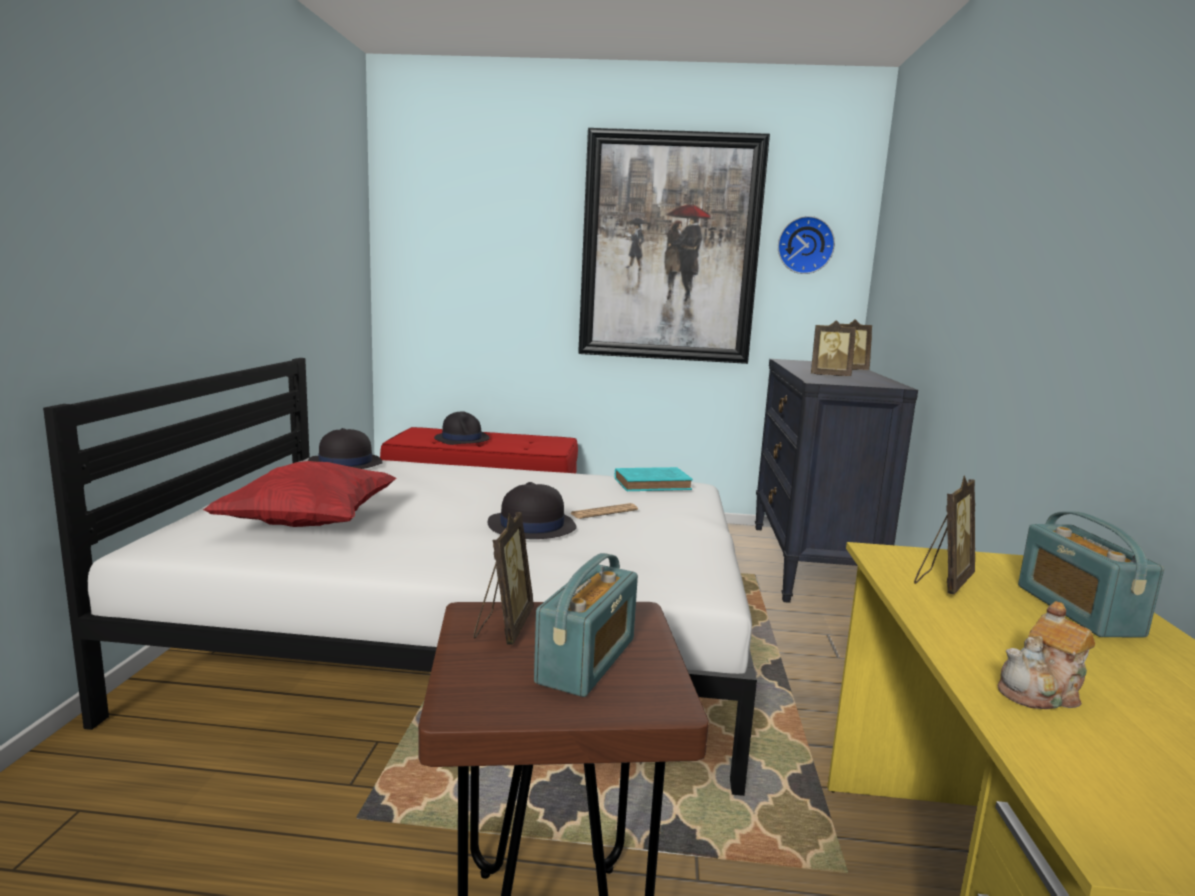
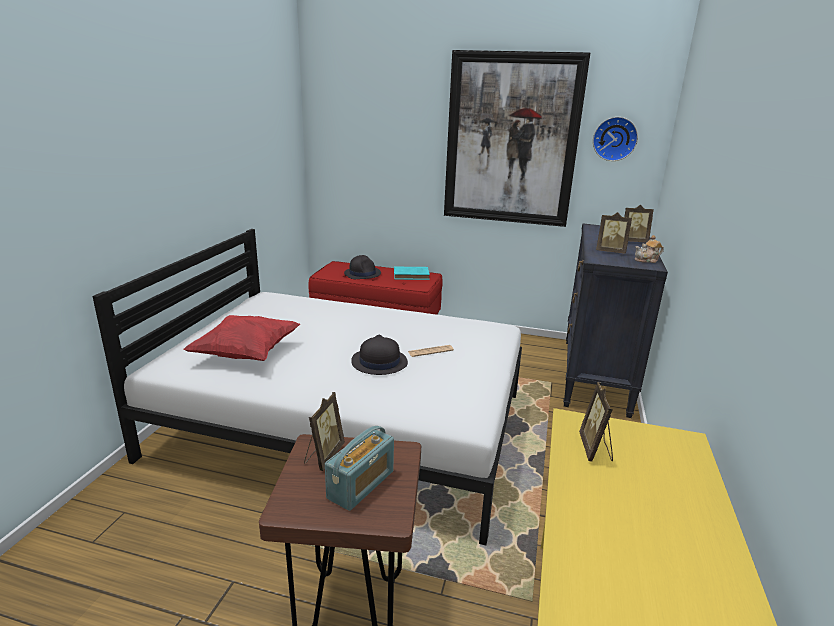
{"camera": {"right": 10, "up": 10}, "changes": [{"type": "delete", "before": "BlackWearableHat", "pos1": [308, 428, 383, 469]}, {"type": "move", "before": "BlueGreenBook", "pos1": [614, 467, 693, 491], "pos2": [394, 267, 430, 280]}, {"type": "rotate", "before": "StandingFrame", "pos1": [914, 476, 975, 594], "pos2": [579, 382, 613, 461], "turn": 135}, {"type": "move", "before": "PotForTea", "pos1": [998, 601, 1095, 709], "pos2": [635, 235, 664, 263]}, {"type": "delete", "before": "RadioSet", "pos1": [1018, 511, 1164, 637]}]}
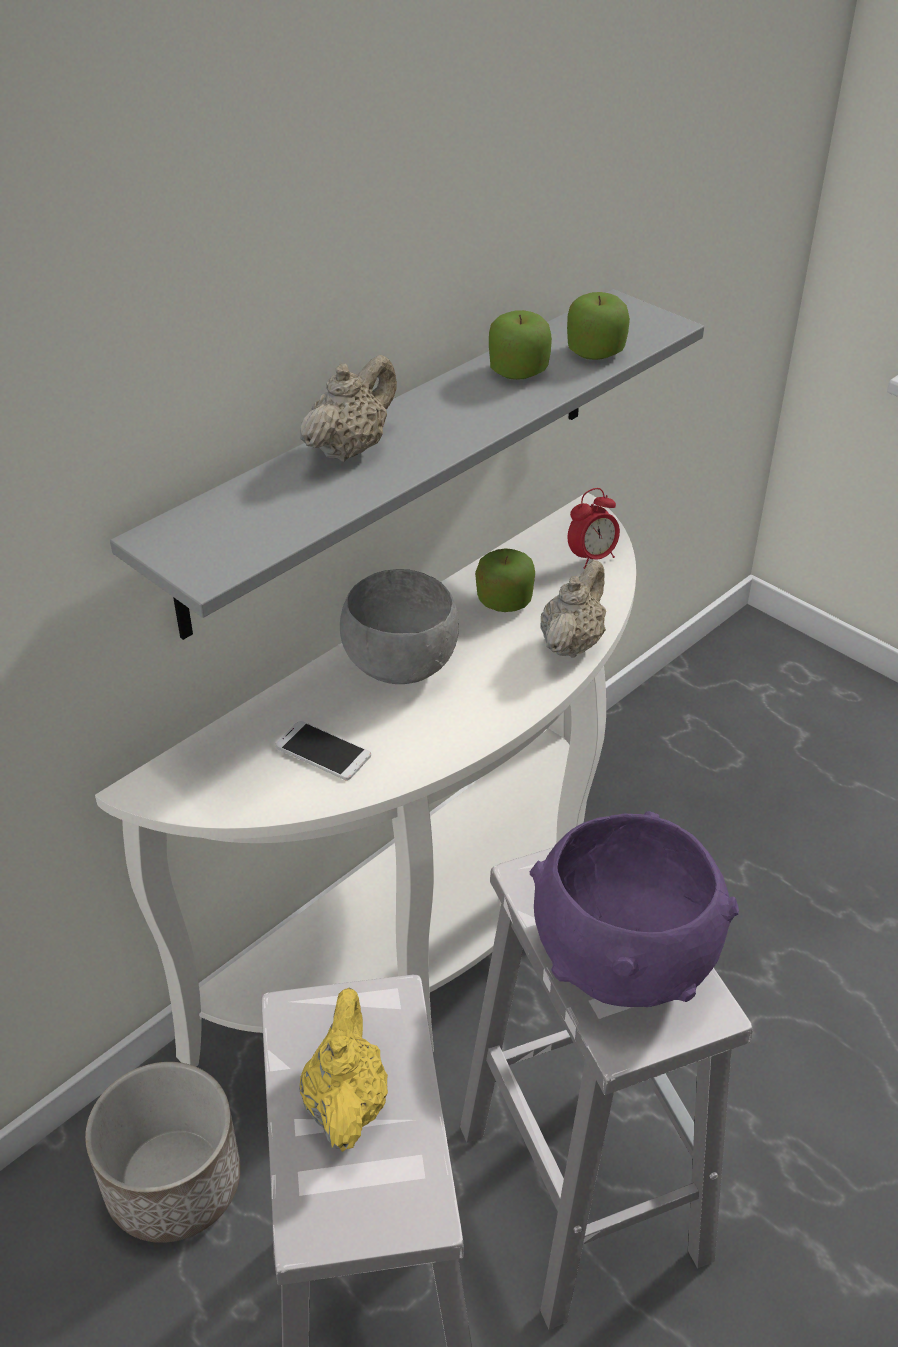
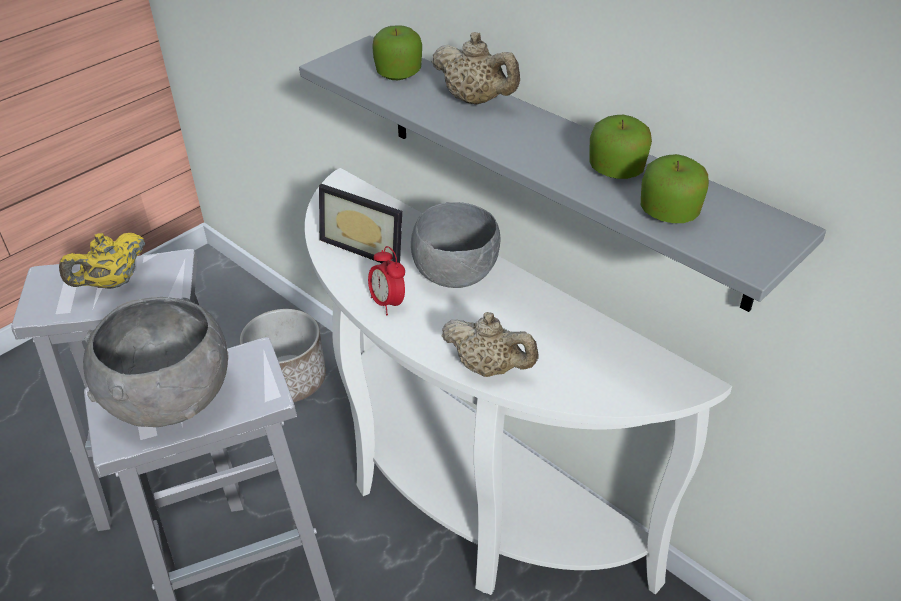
{"camera": {"right": 90, "up": 0}, "changes": [{"type": "replace", "before": "Phone", "after": "StandingFrame", "pos1": [275, 721, 371, 780], "pos2": [319, 184, 402, 263]}, {"type": "rotate", "before": "YellowColouredPotForTea", "pos1": [299, 988, 388, 1152], "pos2": [59, 233, 145, 289], "turn": 135}, {"type": "move", "before": "AppleFruit", "pos1": [475, 548, 535, 612], "pos2": [372, 25, 422, 80]}, {"type": "recolor", "before": "PurpleServingBowl", "after": "GreyishServingBowl", "pos1": [530, 811, 739, 1007], "pos2": [83, 297, 229, 427]}, {"type": "move", "before": "AlarmClock", "pos1": [568, 488, 620, 569], "pos2": [368, 246, 405, 315]}]}
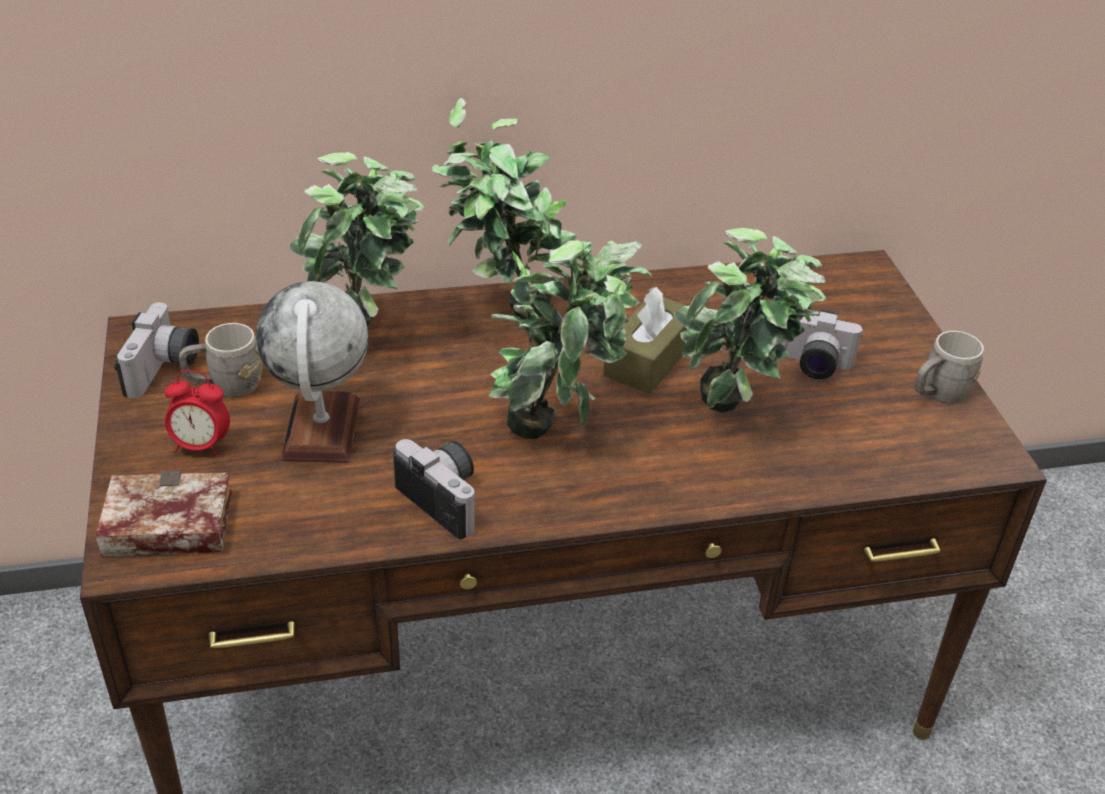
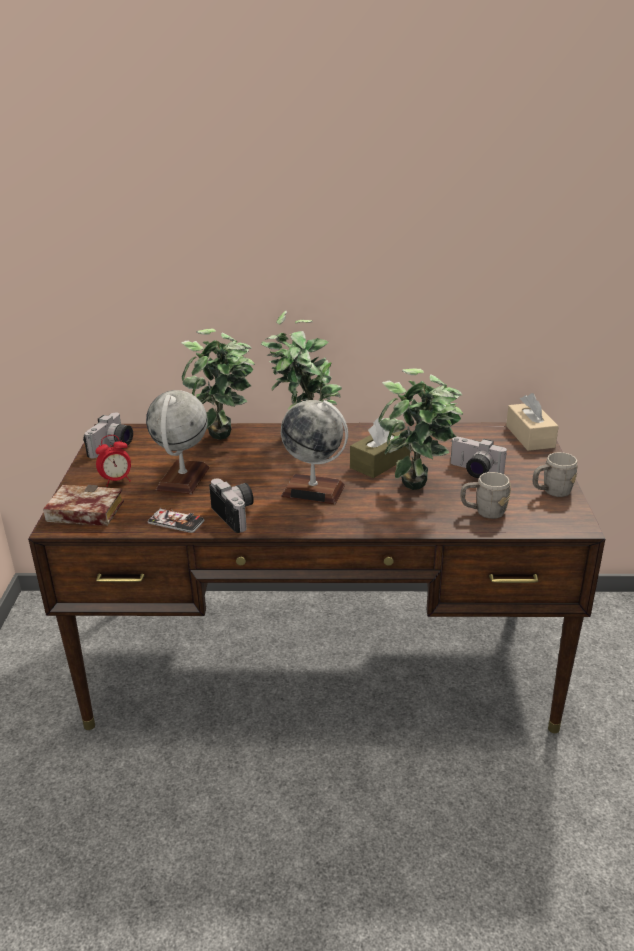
{"camera": {"right": 15, "up": -10}, "changes": [{"type": "rotate", "before": "AlarmClock", "pos1": [165, 370, 230, 457], "pos2": [95, 435, 131, 487], "turn": -45}, {"type": "move", "before": "GreyishMug", "pos1": [179, 323, 262, 398], "pos2": [460, 472, 511, 519]}, {"type": "replace", "before": "PottedPlant", "after": "Globe", "pos1": [489, 240, 652, 439], "pos2": [281, 400, 348, 505]}, {"type": "insert", "after": "Phone", "pos2": [148, 508, 205, 533]}, {"type": "insert", "after": "BeigeTissueHolder", "pos2": [506, 393, 559, 451]}]}
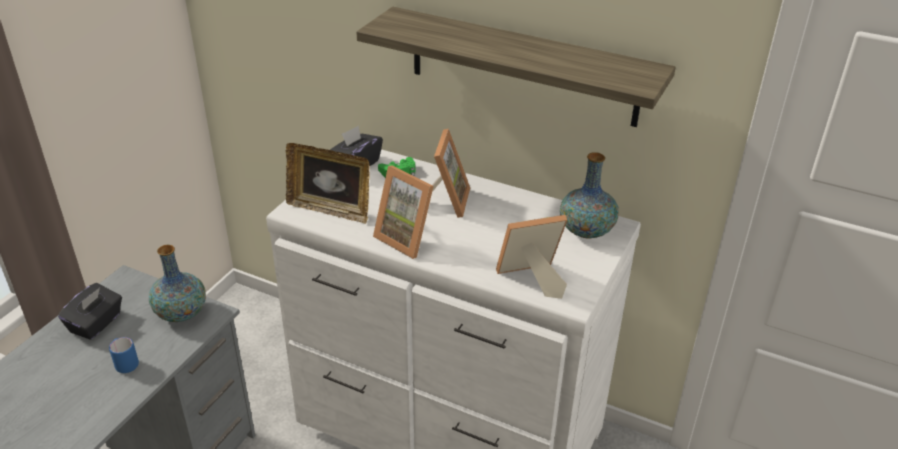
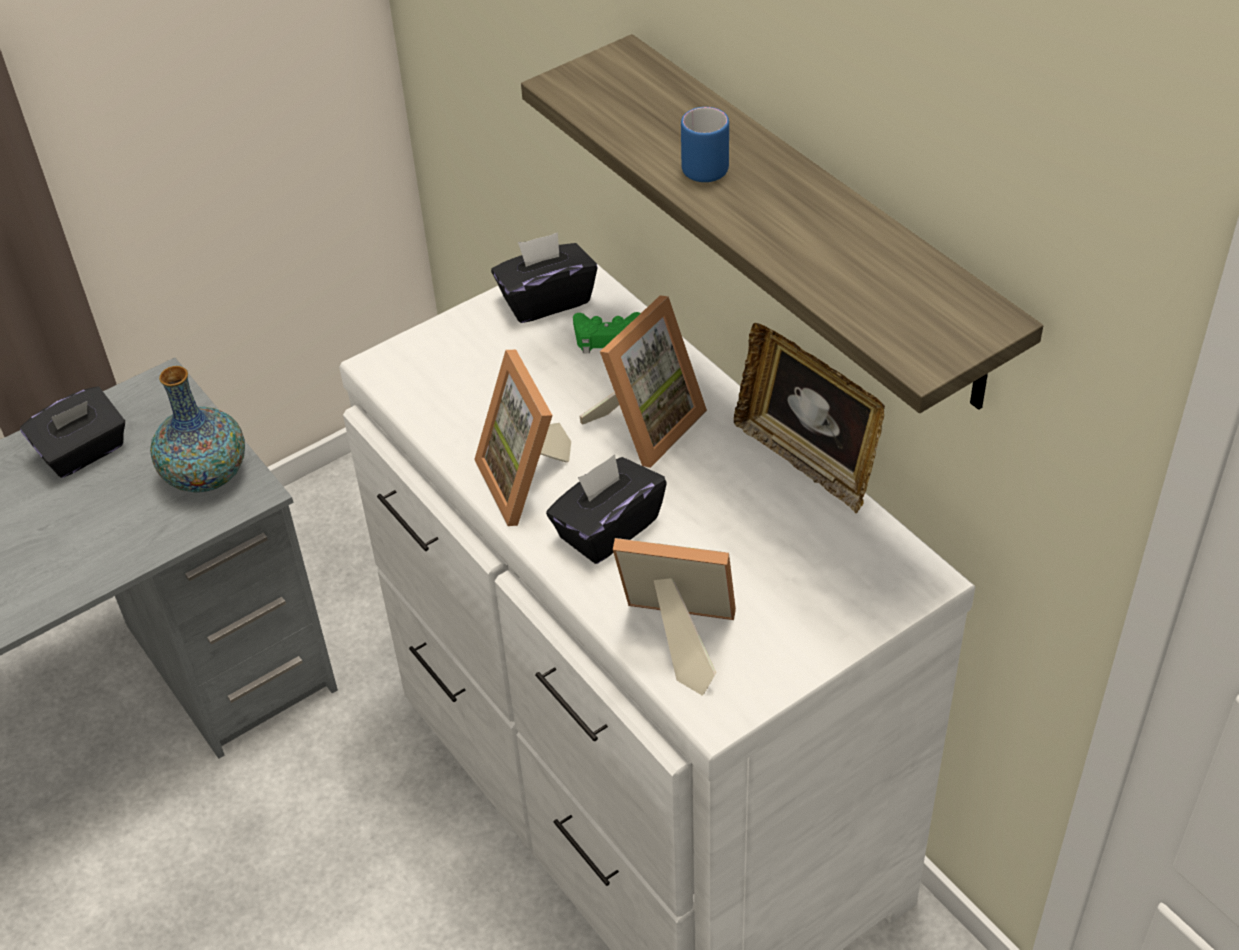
{"camera": {"right": 30, "up": 10}, "changes": [{"type": "move", "before": "BlueMug", "pos1": [109, 337, 139, 373], "pos2": [681, 107, 729, 182]}, {"type": "move", "before": "StandingFrame", "pos1": [286, 143, 370, 224], "pos2": [734, 323, 885, 513]}, {"type": "delete", "before": "Vase", "pos1": [560, 152, 619, 238]}, {"type": "insert", "after": "BlackTissueHolder", "pos2": [546, 454, 667, 564]}]}
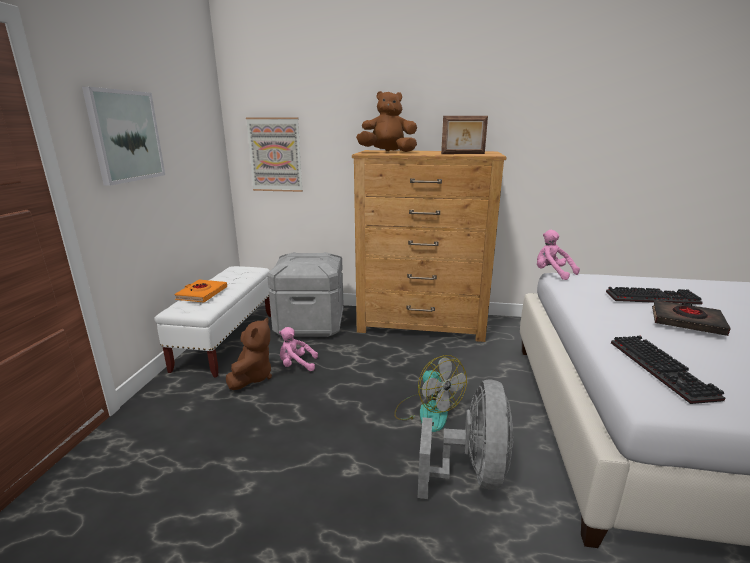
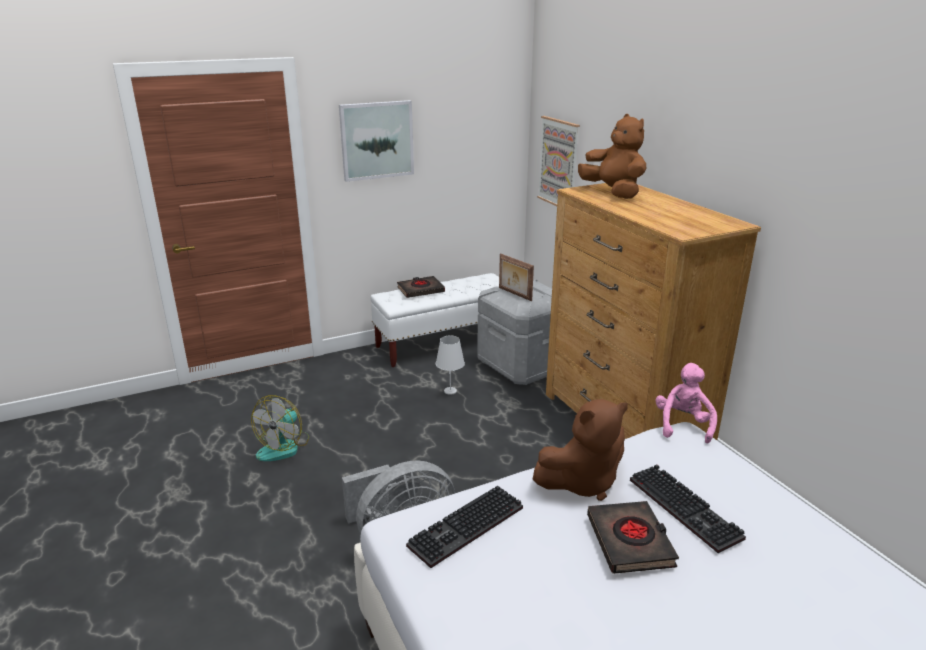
{"camera": {"right": 55, "up": 5}, "changes": [{"type": "recolor", "before": "OrangeColouredBook", "after": "BlackBook", "pos1": [174, 280, 227, 302], "pos2": [397, 276, 445, 298]}, {"type": "move", "before": "BrownCuddlyToy", "pos1": [226, 318, 272, 390], "pos2": [533, 399, 628, 501]}, {"type": "replace", "before": "PinkishCuddlyToy", "after": "WhitishLampForATable", "pos1": [279, 327, 318, 371], "pos2": [436, 335, 465, 395]}, {"type": "move", "before": "CoolingFan", "pos1": [394, 355, 467, 432], "pos2": [251, 395, 309, 461]}, {"type": "move", "before": "StandingFrame", "pos1": [441, 116, 488, 154], "pos2": [499, 253, 534, 301]}]}
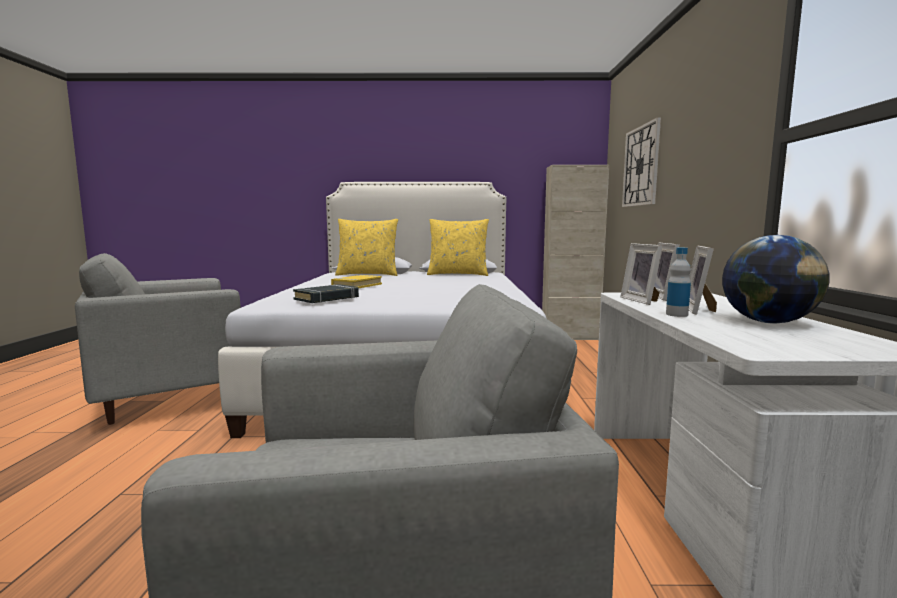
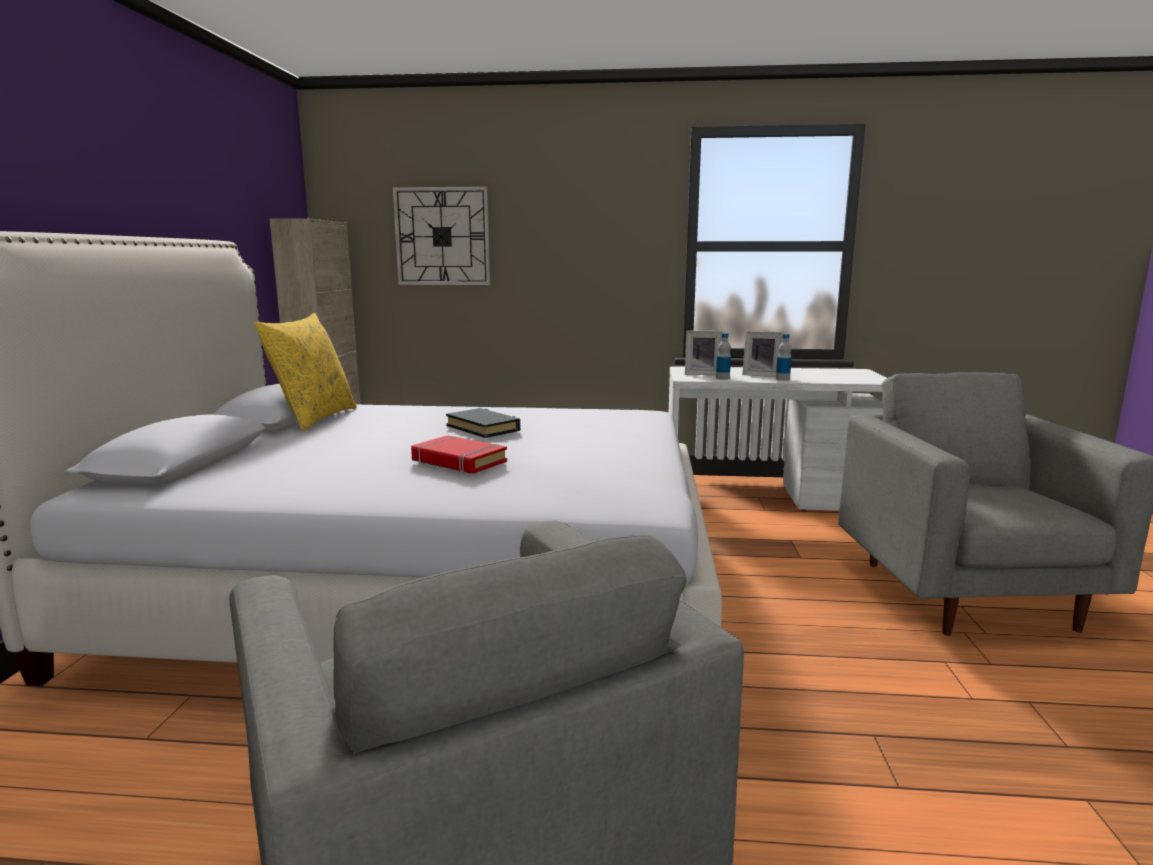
{"camera": {"right": -85, "up": 5}, "changes": [{"type": "move", "before": "BlackBook", "pos1": [293, 284, 359, 303], "pos2": [446, 408, 520, 438]}, {"type": "recolor", "before": "YellowColouredBook", "after": "RedBook", "pos1": [331, 275, 382, 289], "pos2": [411, 435, 507, 474]}, {"type": "delete", "before": "YellowColouredCushion", "pos1": [335, 219, 398, 276]}, {"type": "replace", "before": "StandingFrame", "after": "BeverageBottle", "pos1": [620, 243, 662, 305], "pos2": [716, 333, 731, 380]}, {"type": "delete", "before": "Globe", "pos1": [722, 235, 829, 324]}]}
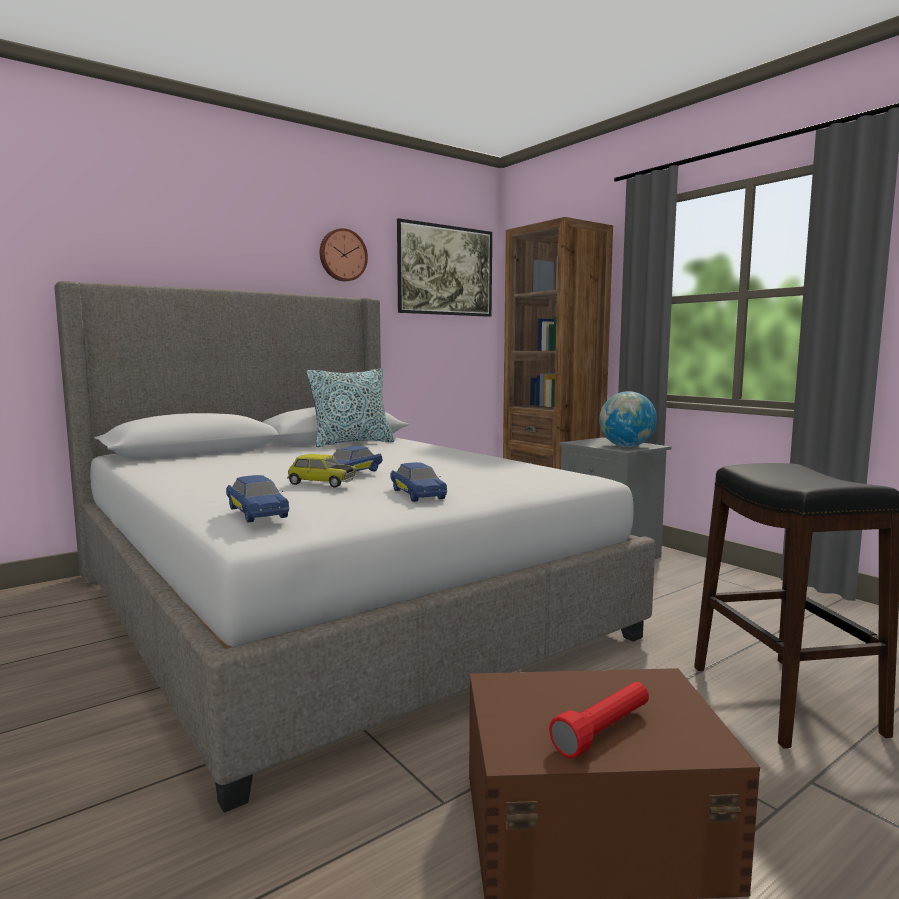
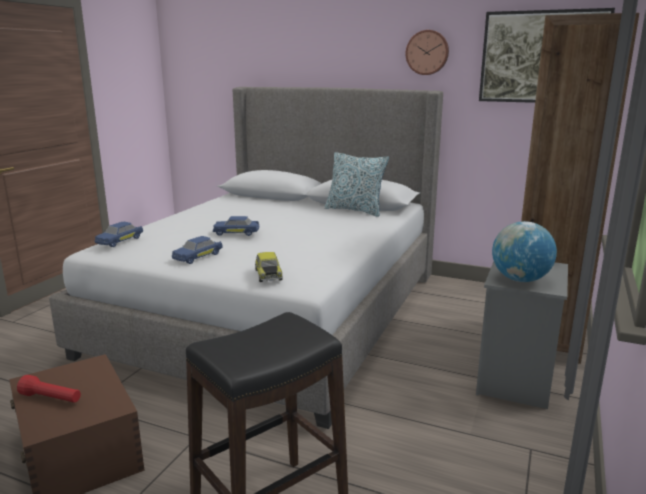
{"camera": {"right": 60, "up": 10}, "changes": [{"type": "move", "before": "ModelCar", "pos1": [287, 454, 357, 488], "pos2": [255, 252, 283, 282]}]}
